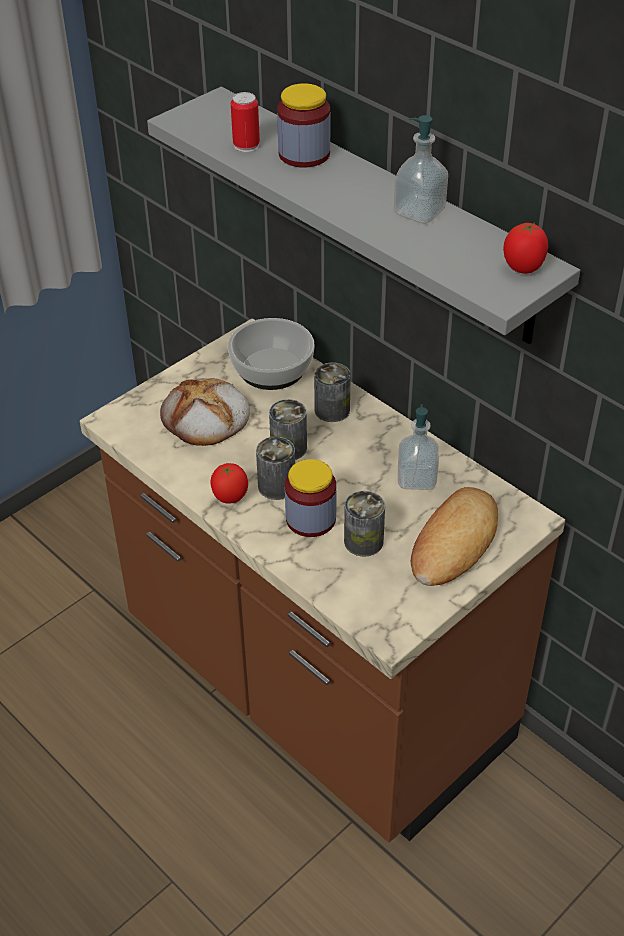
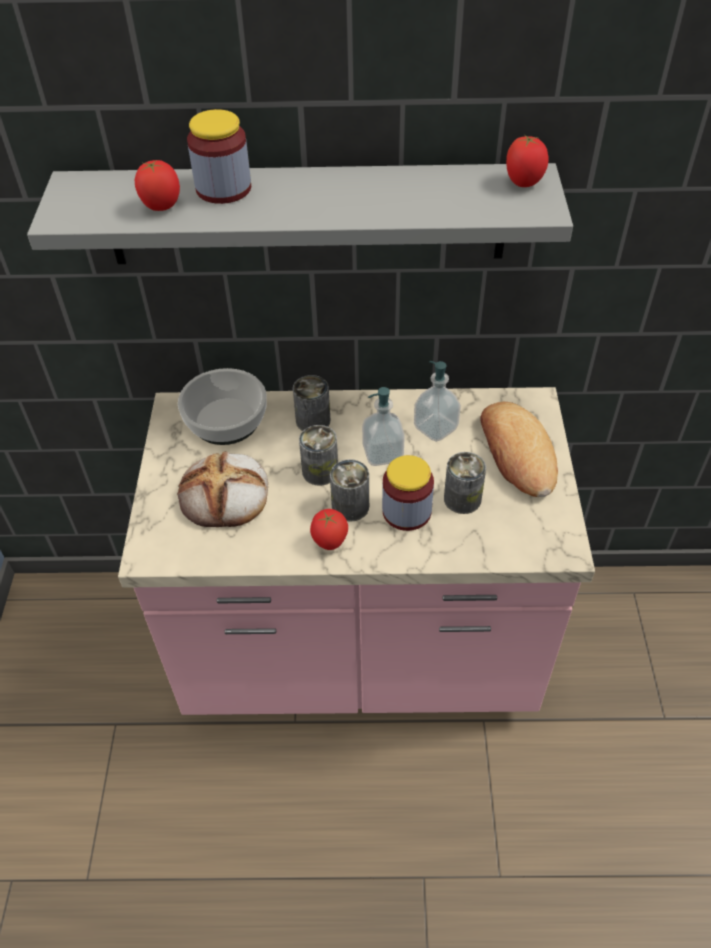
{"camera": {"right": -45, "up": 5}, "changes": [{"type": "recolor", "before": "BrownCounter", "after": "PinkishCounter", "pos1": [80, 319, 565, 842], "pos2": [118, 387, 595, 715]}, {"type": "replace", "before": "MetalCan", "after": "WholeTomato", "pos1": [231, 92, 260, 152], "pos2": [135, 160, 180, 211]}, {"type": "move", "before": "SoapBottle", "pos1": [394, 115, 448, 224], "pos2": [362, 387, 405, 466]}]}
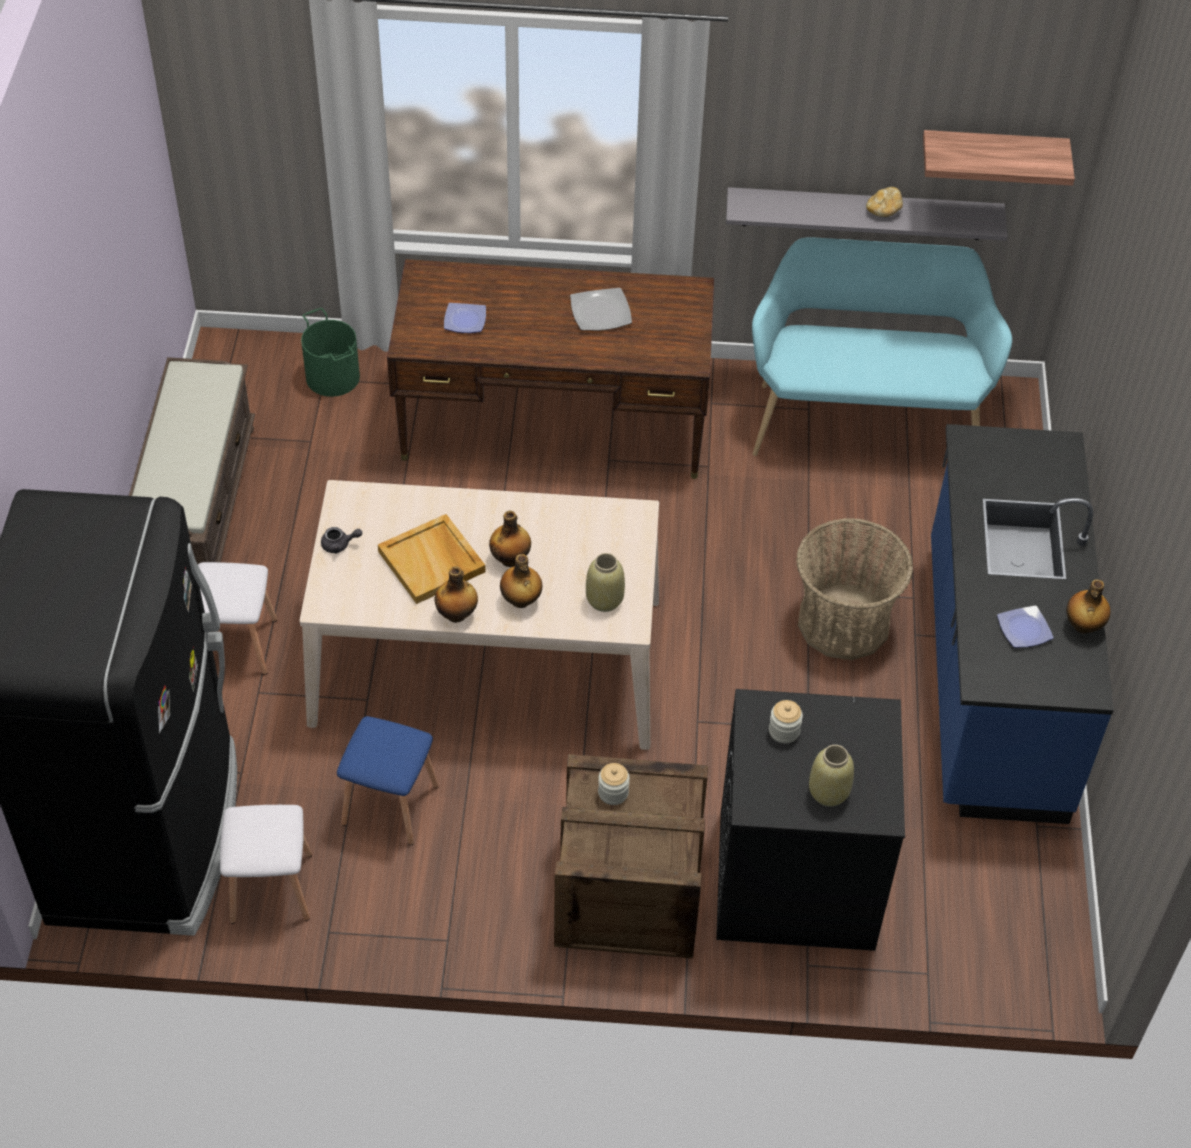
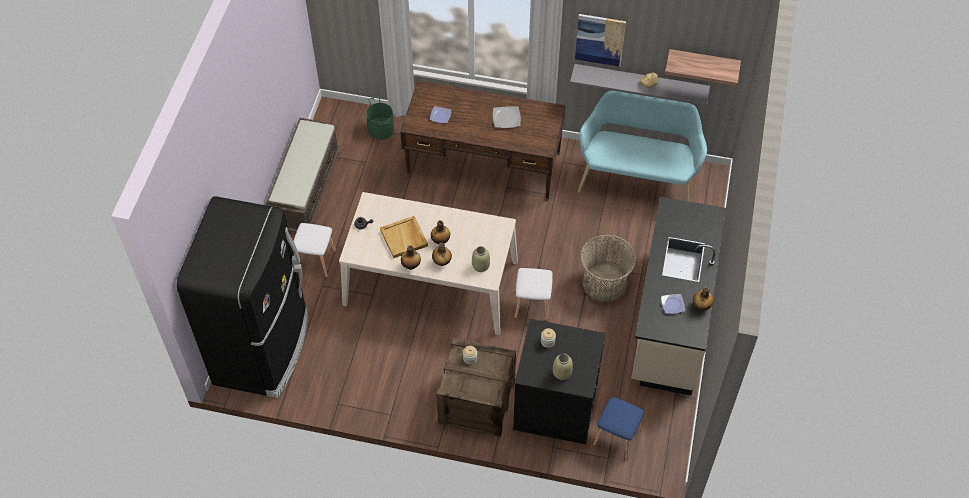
{"camera": {"right": 10, "up": 5}, "changes": [{"type": "move", "before": "WhitishStoolSeat", "pos1": [220, 805, 312, 924], "pos2": [515, 268, 553, 321]}, {"type": "move", "before": "BlueStoolSeat", "pos1": [337, 716, 439, 846], "pos2": [593, 397, 644, 460]}, {"type": "recolor", "before": "BlueCounter", "after": "BeigeCounter", "pos1": [931, 424, 1114, 824], "pos2": [631, 196, 726, 395]}, {"type": "insert", "after": "WallArt", "pos2": [575, 14, 626, 67]}]}
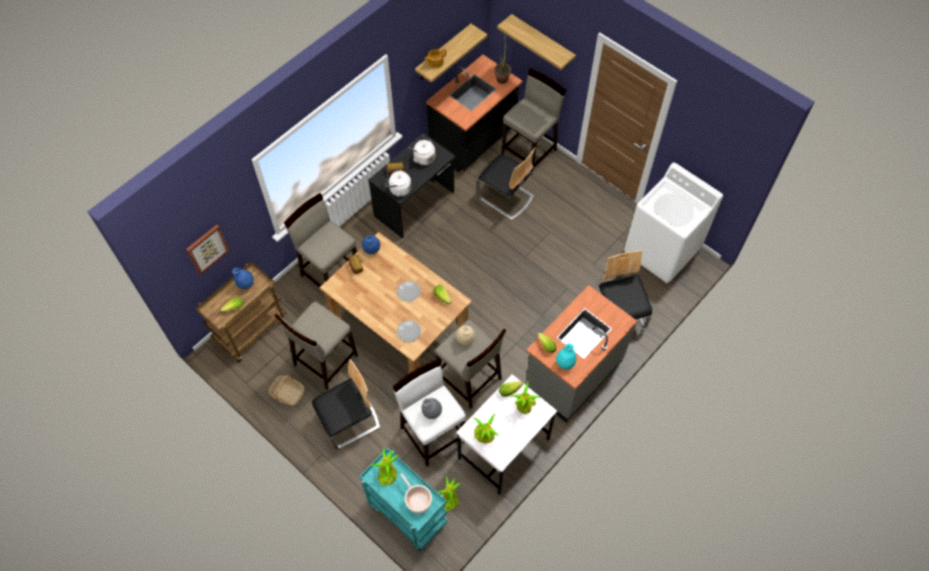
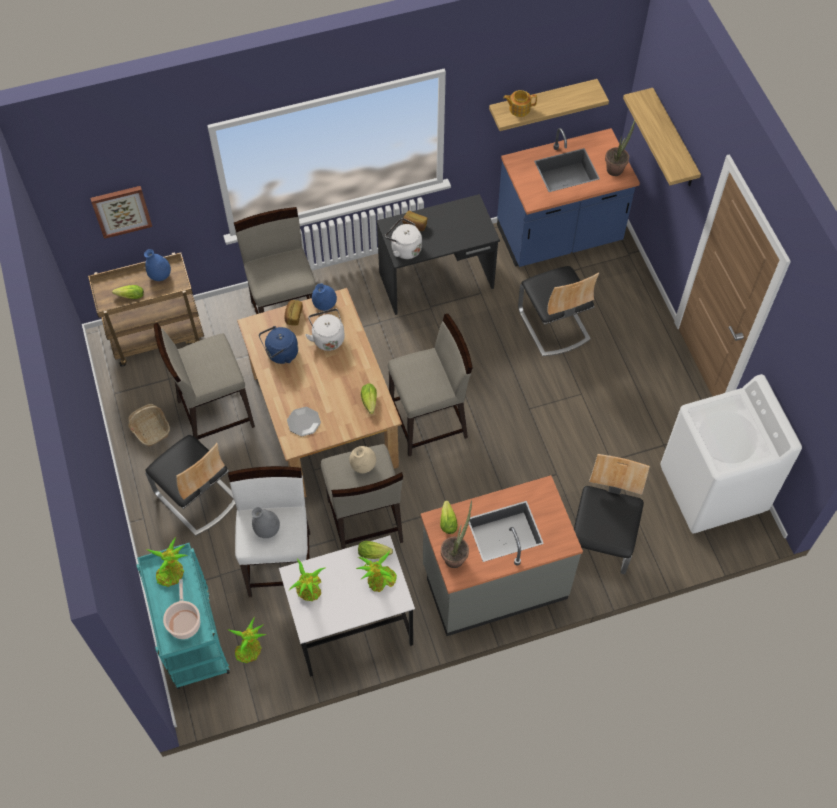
{"camera": {"right": 30, "up": 0}, "changes": [{"type": "rotate", "before": "PlainChair", "pos1": [312, 359, 380, 449], "pos2": [145, 435, 235, 536], "turn": 45}, {"type": "delete", "before": "FlatDish", "pos1": [397, 281, 421, 302]}, {"type": "move", "before": "WhitishWaterKettle", "pos1": [409, 136, 435, 165], "pos2": [305, 309, 345, 351]}, {"type": "recolor", "before": "BlackCounter", "after": "BlueCounter", "pos1": [426, 55, 522, 172], "pos2": [497, 128, 640, 267]}, {"type": "move", "before": "BeigeStoolSeat", "pos1": [501, 68, 566, 176], "pos2": [388, 314, 473, 456]}, {"type": "replace", "before": "BlueGreenVase", "after": "PottedPlant", "pos1": [556, 343, 576, 370], "pos2": [441, 500, 472, 568]}, {"type": "insert", "after": "BlueWaterKettle", "pos2": [259, 326, 298, 364]}]}
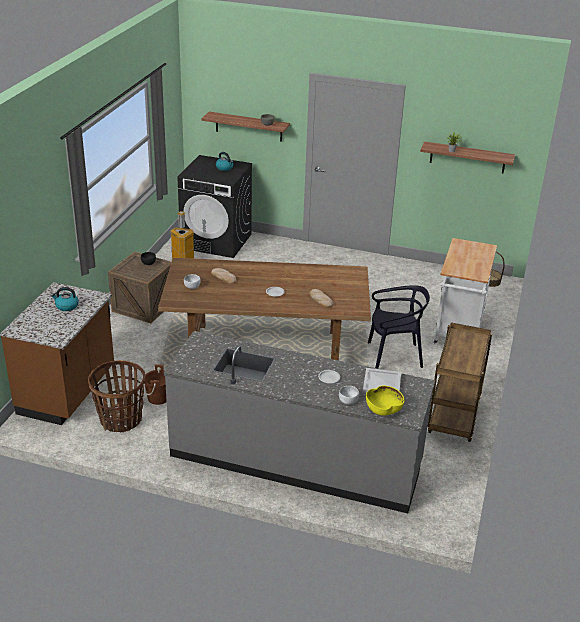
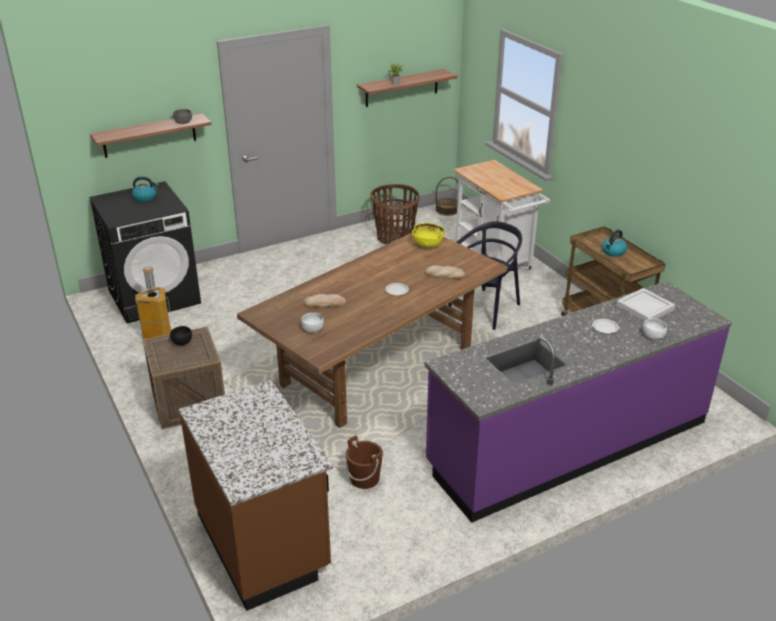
{"camera": {"right": -45, "up": 0}, "changes": [{"type": "move", "before": "WaterKettle", "pos1": [51, 287, 79, 311], "pos2": [602, 230, 628, 257]}, {"type": "move", "before": "Basket", "pos1": [88, 360, 145, 432], "pos2": [370, 184, 419, 245]}, {"type": "recolor", "before": "GreyishCounter", "after": "PurpleCounter", "pos1": [164, 331, 435, 513], "pos2": [424, 281, 732, 523]}, {"type": "move", "before": "YellowColouredServingBowl", "pos1": [366, 386, 405, 416], "pos2": [412, 223, 445, 247]}]}
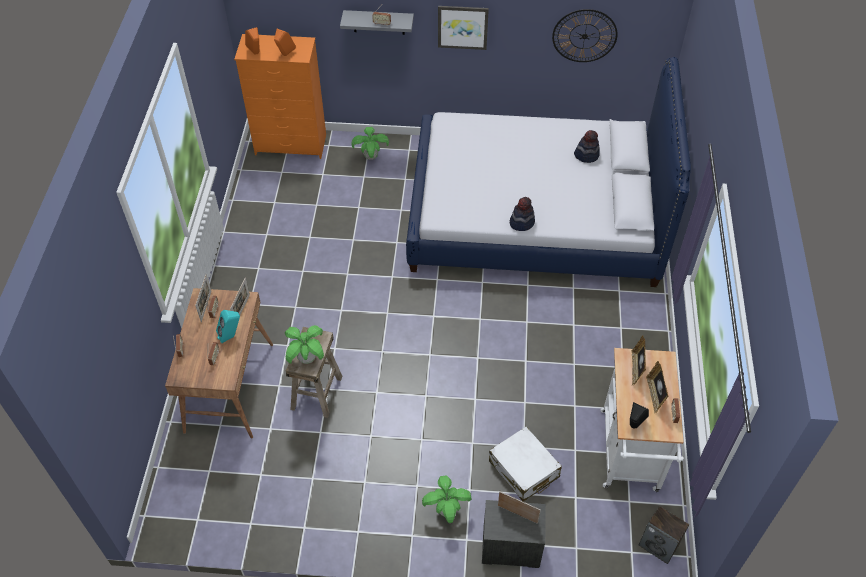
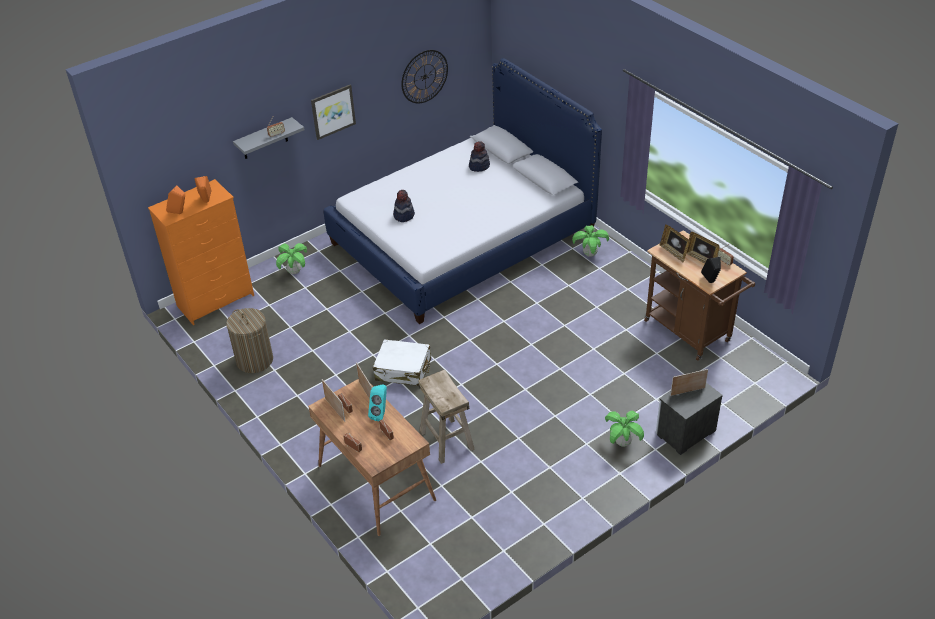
{"camera": {"right": -40, "up": -10}, "changes": [{"type": "move", "before": "PottedPlant", "pos1": [285, 325, 324, 364], "pos2": [572, 225, 609, 257]}, {"type": "move", "before": "WhitishPieceOfLuggage", "pos1": [489, 427, 562, 501], "pos2": [373, 339, 431, 386]}, {"type": "move", "before": "WearableHat", "pos1": [510, 197, 535, 231], "pos2": [393, 190, 415, 222]}, {"type": "recolor", "before": "WhitishWheeledCart", "after": "BrownWheeledCart", "pos1": [600, 348, 684, 492], "pos2": [644, 230, 755, 361]}, {"type": "delete", "before": "Speaker", "pos1": [639, 506, 689, 564]}, {"type": "insert", "after": "Hamper", "pos2": [226, 308, 273, 373]}]}
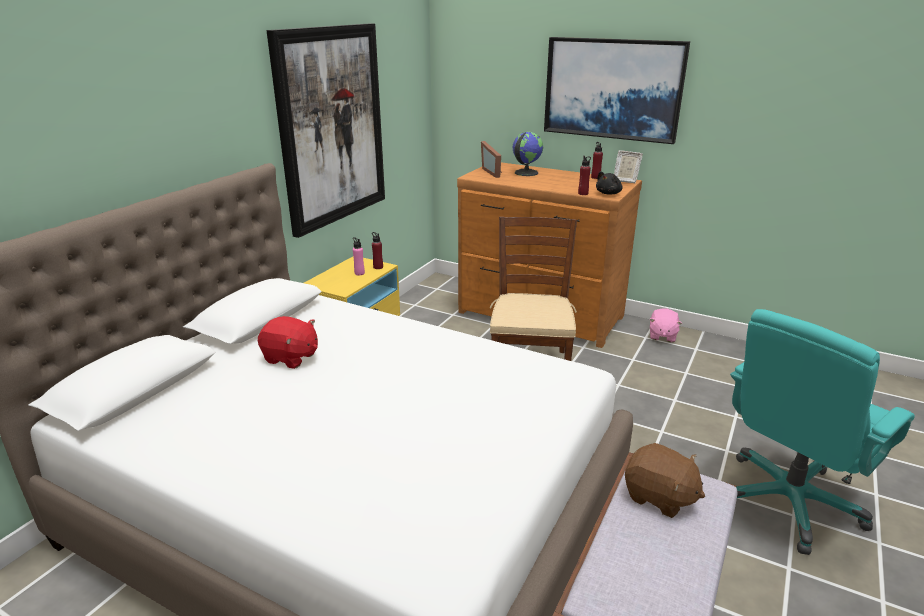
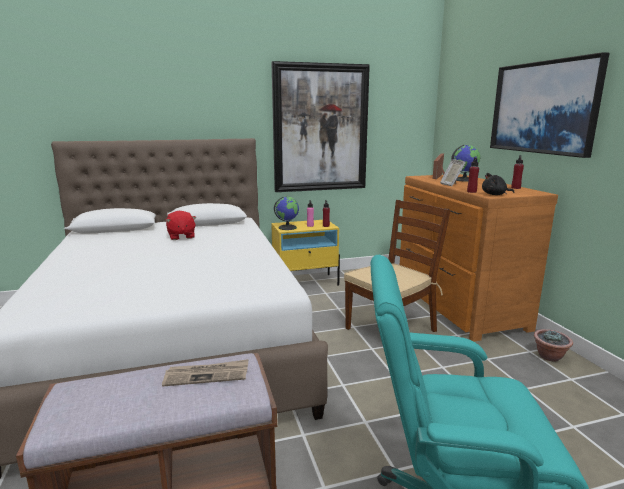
{"camera": {"right": 45, "up": -10}, "changes": [{"type": "move", "before": "StandingFrame", "pos1": [614, 150, 643, 183], "pos2": [440, 159, 466, 186]}, {"type": "replace", "before": "BrownCuddlyToy", "after": "DailyPaper", "pos1": [625, 443, 705, 518], "pos2": [162, 359, 248, 387]}, {"type": "replace", "before": "PinkishCuddlyToy", "after": "PottedPlant", "pos1": [649, 308, 682, 342], "pos2": [534, 329, 573, 362]}, {"type": "insert", "after": "Globe", "pos2": [274, 197, 299, 230]}]}
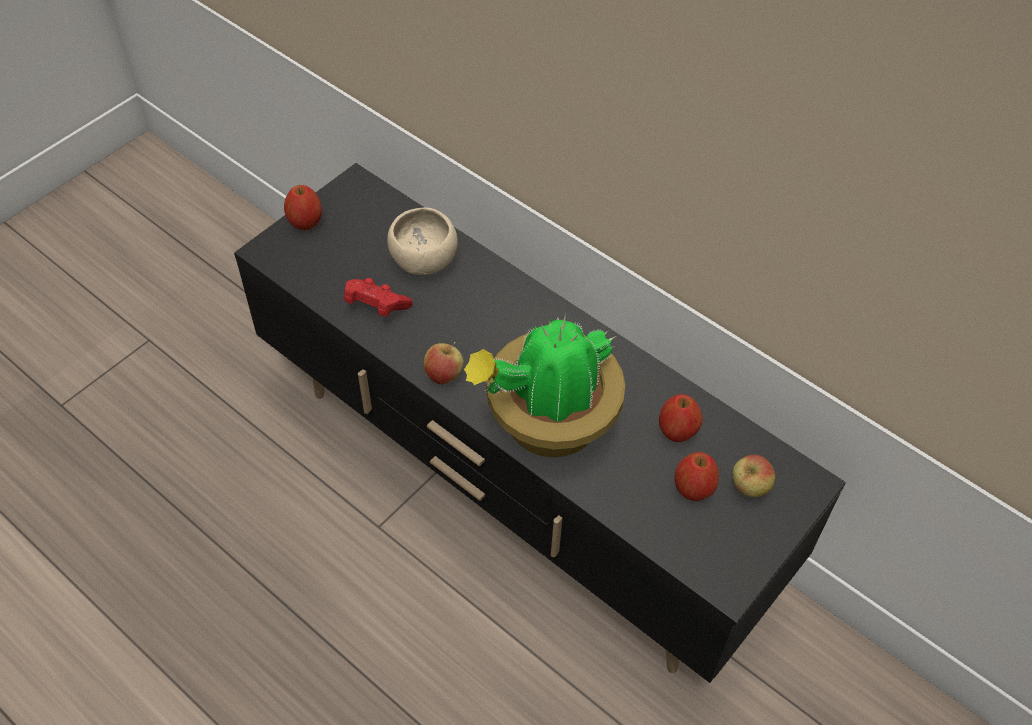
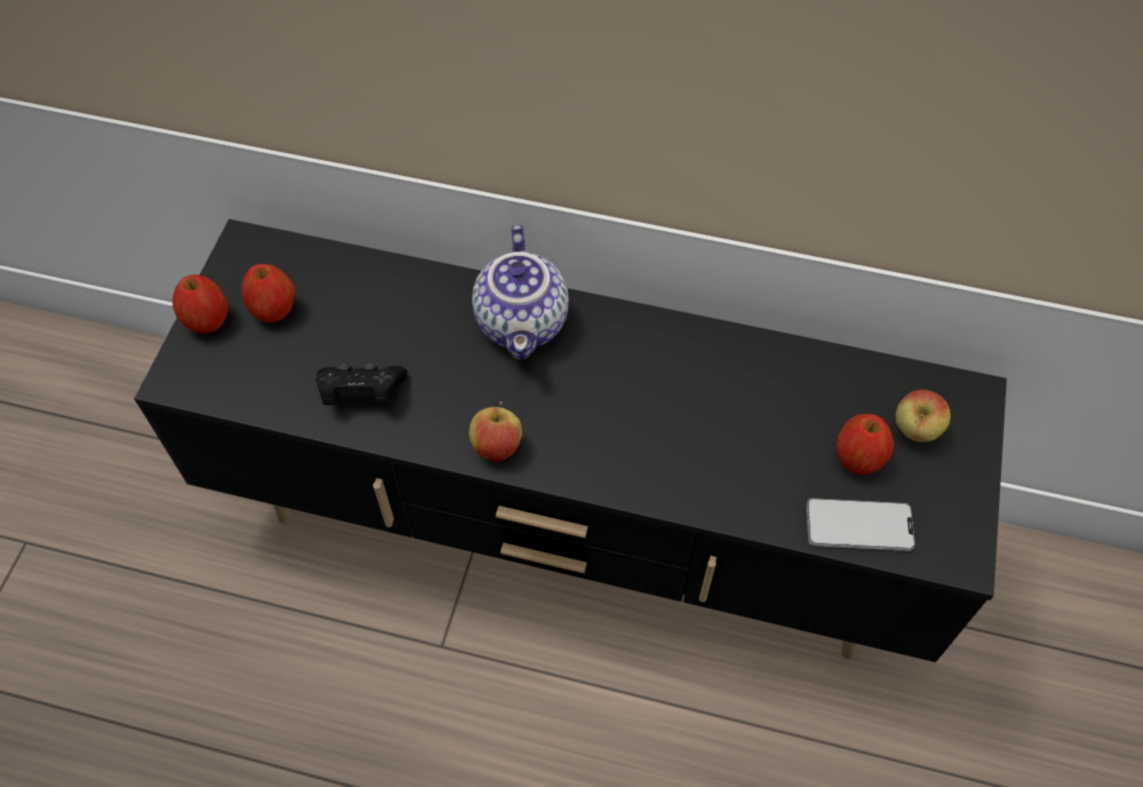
{"camera": {"right": -25, "up": 5}, "changes": [{"type": "recolor", "before": "RedGamepad", "after": "BlackGamepad", "pos1": [344, 278, 413, 317], "pos2": [316, 362, 407, 405]}, {"type": "delete", "before": "BeigeServingBowl", "pos1": [387, 207, 458, 275]}, {"type": "delete", "before": "PottedPlant", "pos1": [464, 313, 625, 457]}, {"type": "move", "before": "AppleFruit", "pos1": [659, 394, 703, 442], "pos2": [241, 264, 295, 322]}, {"type": "insert", "after": "PotForTea", "pos2": [472, 225, 569, 360]}, {"type": "insert", "after": "Phone", "pos2": [807, 498, 915, 551]}]}
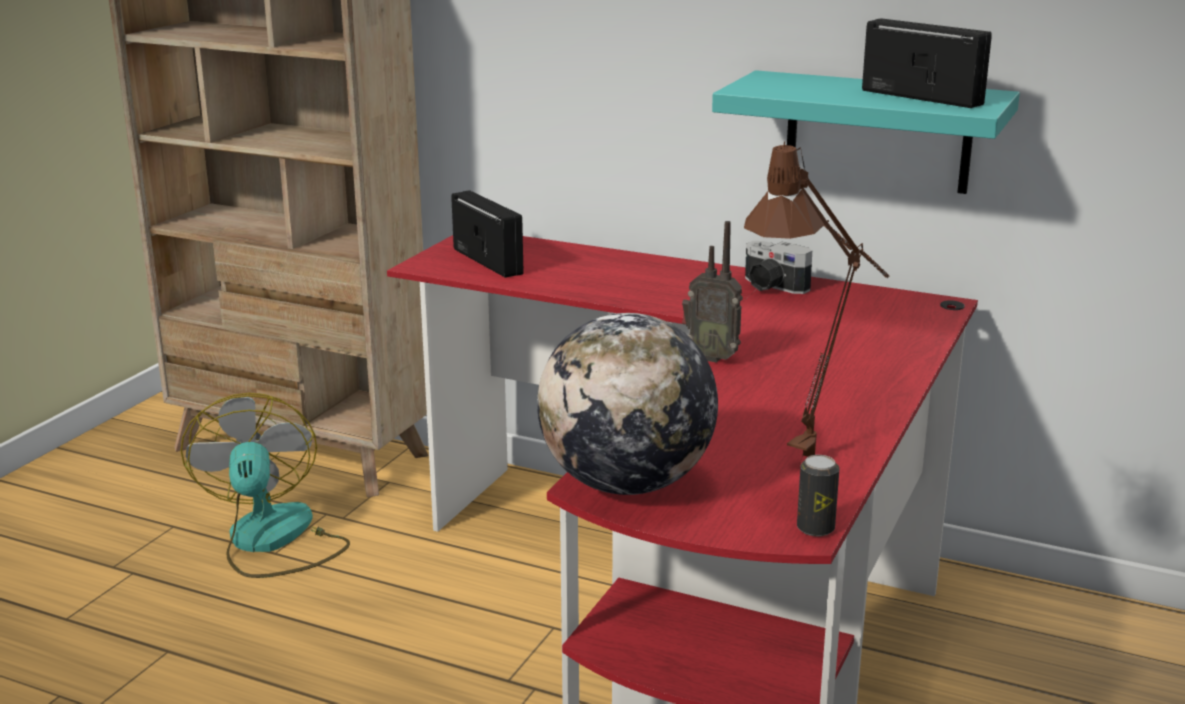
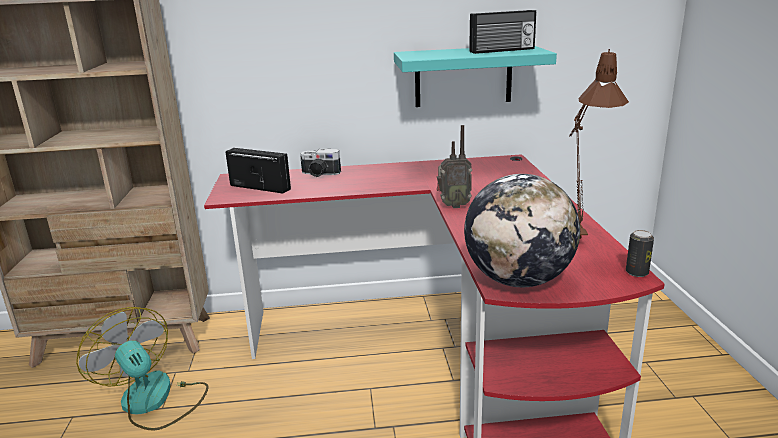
{"camera": {"right": -30, "up": 0}, "changes": [{"type": "move", "before": "StillCamera", "pos1": [745, 241, 812, 294], "pos2": [300, 149, 341, 177]}, {"type": "rotate", "before": "RadioSet", "pos1": [862, 18, 992, 108], "pos2": [469, 10, 536, 54], "turn": 150}]}
